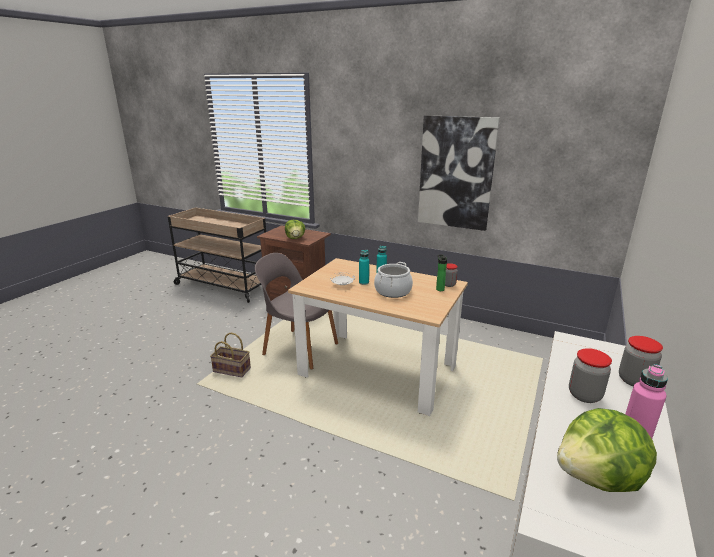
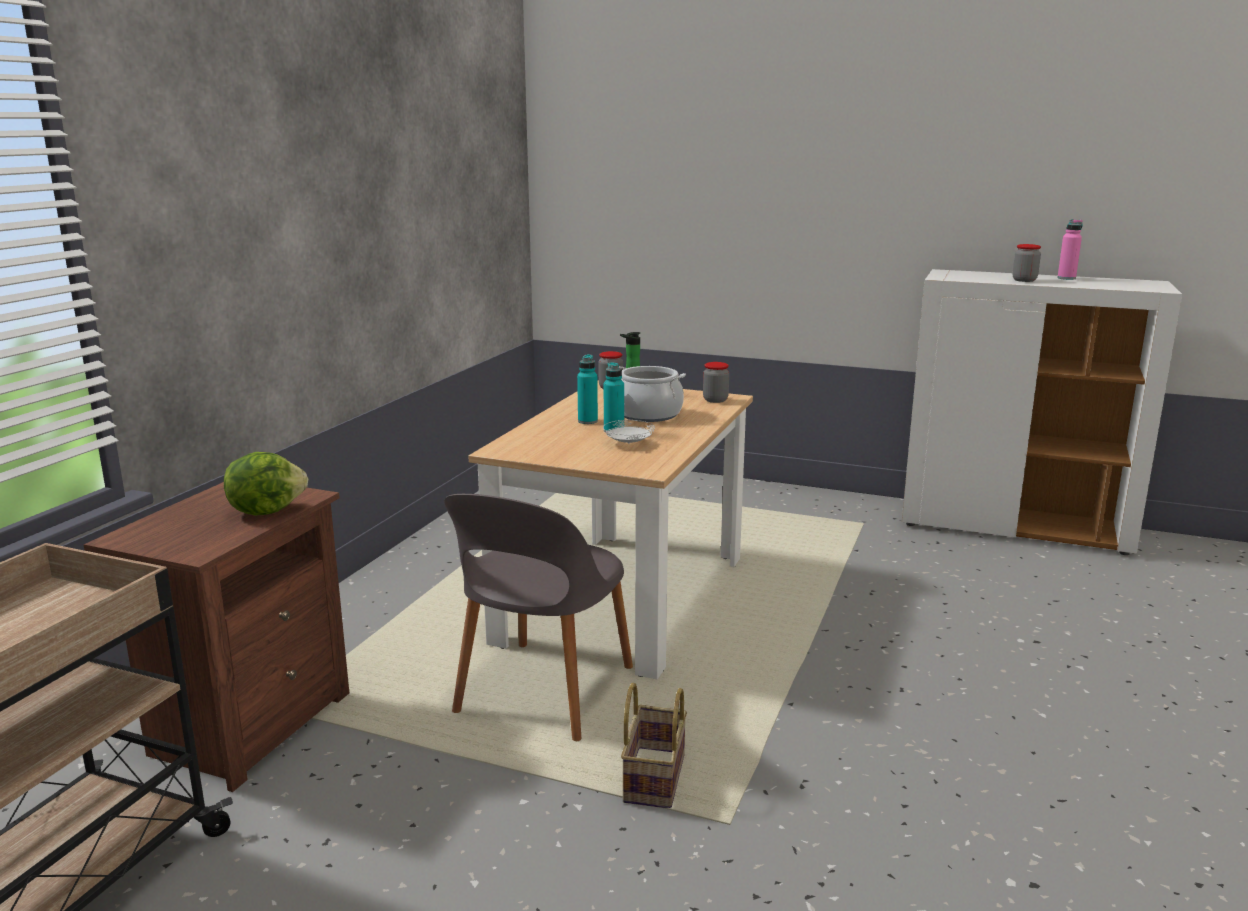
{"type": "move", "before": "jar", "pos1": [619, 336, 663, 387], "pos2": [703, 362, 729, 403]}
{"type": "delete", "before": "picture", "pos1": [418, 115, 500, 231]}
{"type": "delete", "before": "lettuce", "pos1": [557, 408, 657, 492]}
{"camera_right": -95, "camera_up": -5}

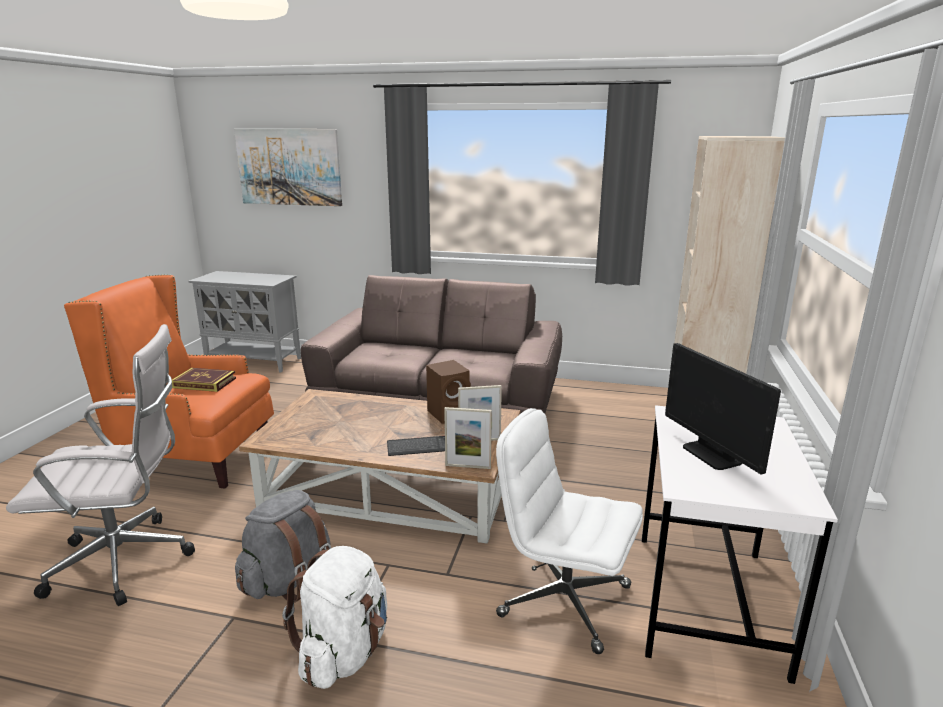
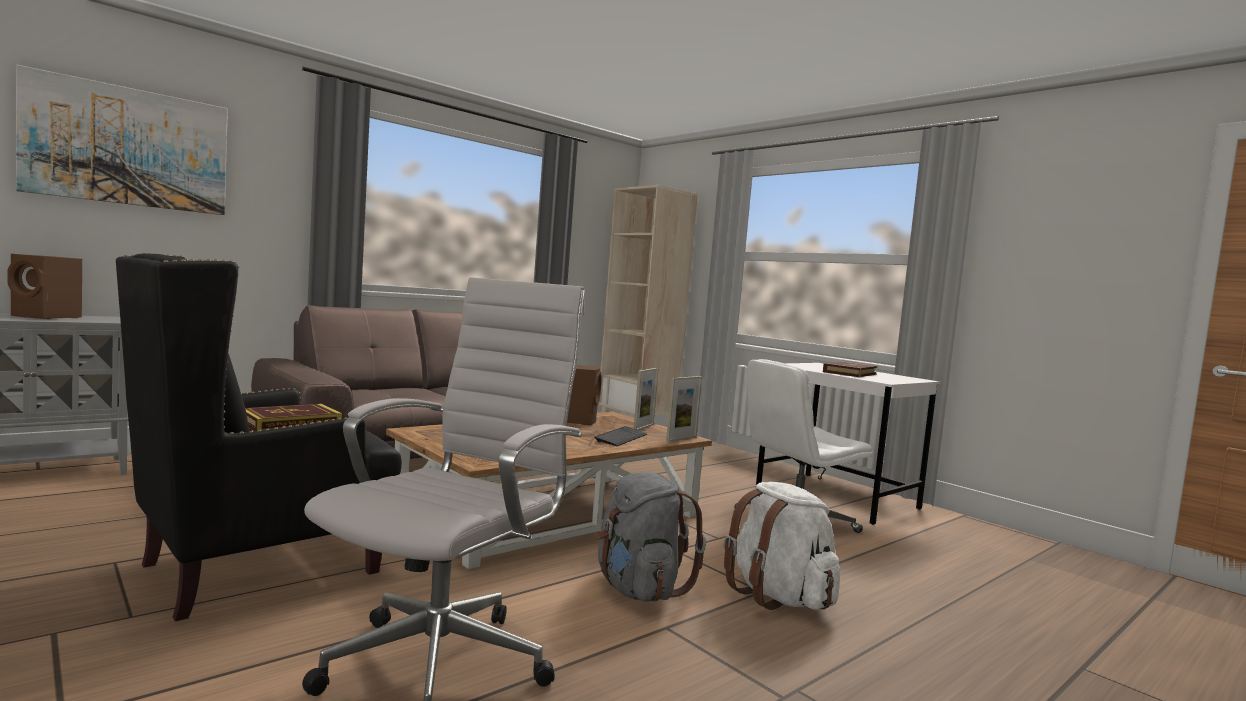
{"type": "insert", "after": "brown speaker", "pos2": [7, 254, 82, 319]}
{"type": "recolor", "before": "orange armchair", "after": "black armchair", "pos1": [64, 274, 274, 489], "pos2": [116, 253, 402, 621]}
{"type": "replace", "before": "monitor", "after": "book", "pos1": [665, 343, 781, 475], "pos2": [823, 361, 877, 377]}
{"camera_right": -55, "camera_up": -15}

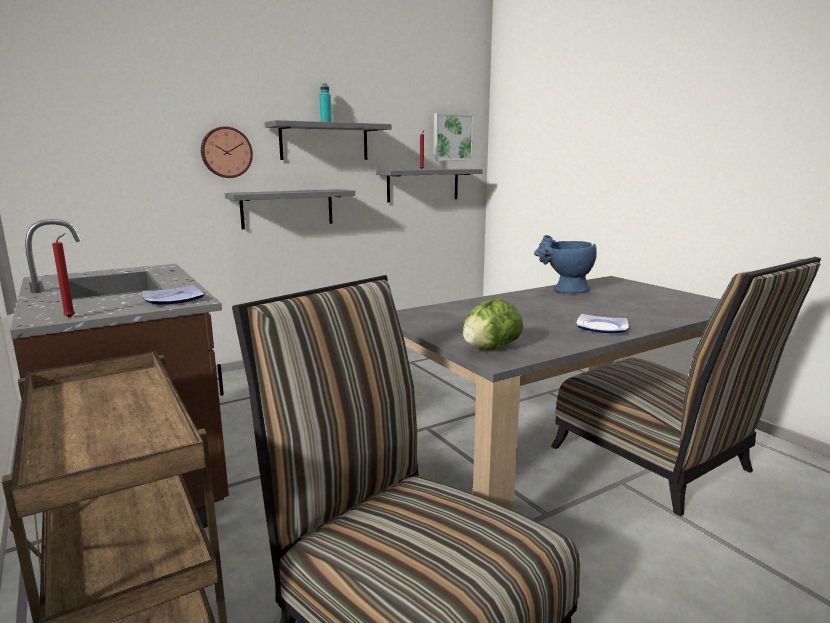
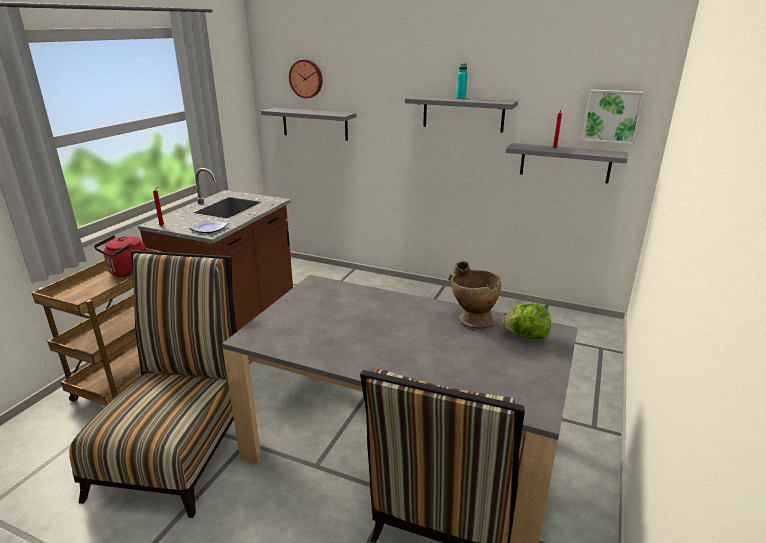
{"type": "insert", "after": "red kettle", "pos2": [94, 235, 147, 277]}
{"type": "move", "before": "grey shelf", "pos1": [225, 189, 355, 229], "pos2": [261, 108, 357, 141]}
{"type": "move", "before": "wall clock", "pos1": [201, 126, 253, 178], "pos2": [289, 59, 323, 98]}
{"type": "recolor", "before": "blue vase", "after": "beige vase", "pos1": [534, 235, 597, 293], "pos2": [448, 261, 501, 328]}
{"type": "move", "before": "lettuce", "pos1": [463, 299, 523, 350], "pos2": [502, 303, 551, 339]}
{"type": "delete", "before": "plate", "pos1": [576, 314, 629, 333]}
{"camera_right": 55, "camera_up": 10}

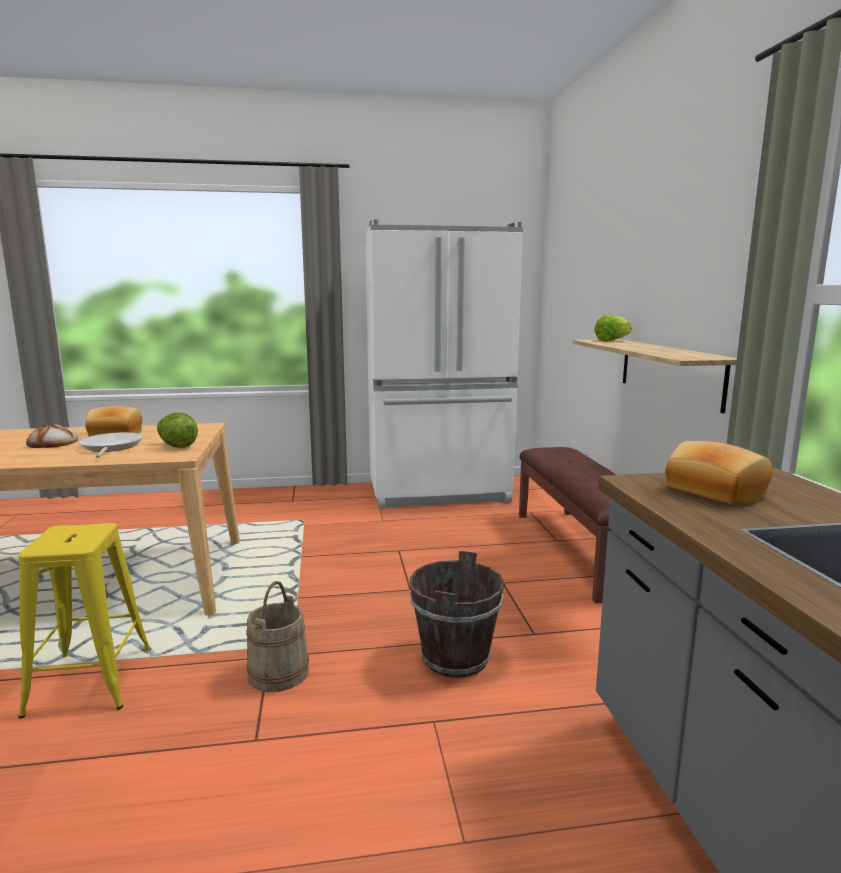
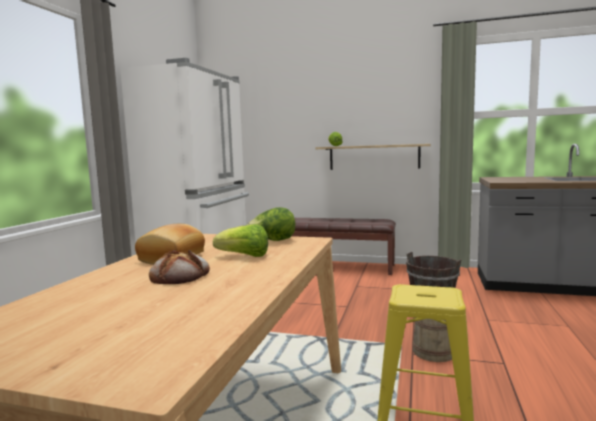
{"type": "replace", "before": "frying pan", "after": "lettuce", "pos1": [78, 432, 143, 458], "pos2": [213, 224, 268, 257]}
{"type": "delete", "before": "bread", "pos1": [665, 441, 773, 505]}
{"camera_right": -65, "camera_up": -5}

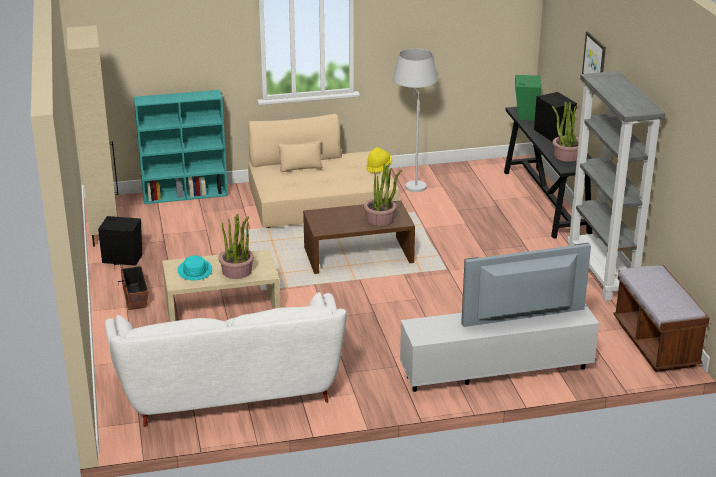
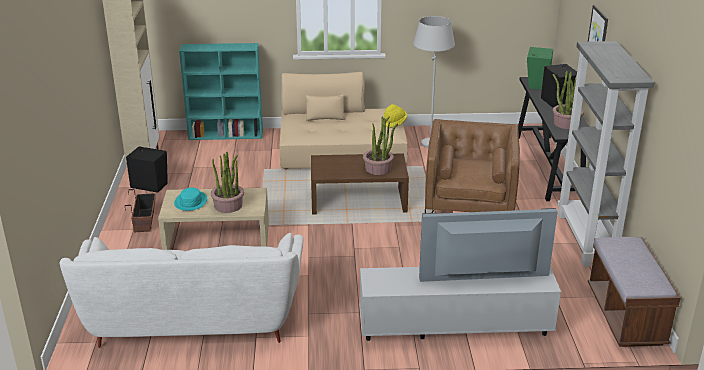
{"type": "insert", "after": "brown armchair", "pos2": [425, 119, 520, 213]}
{"camera_right": 10, "camera_up": 0}

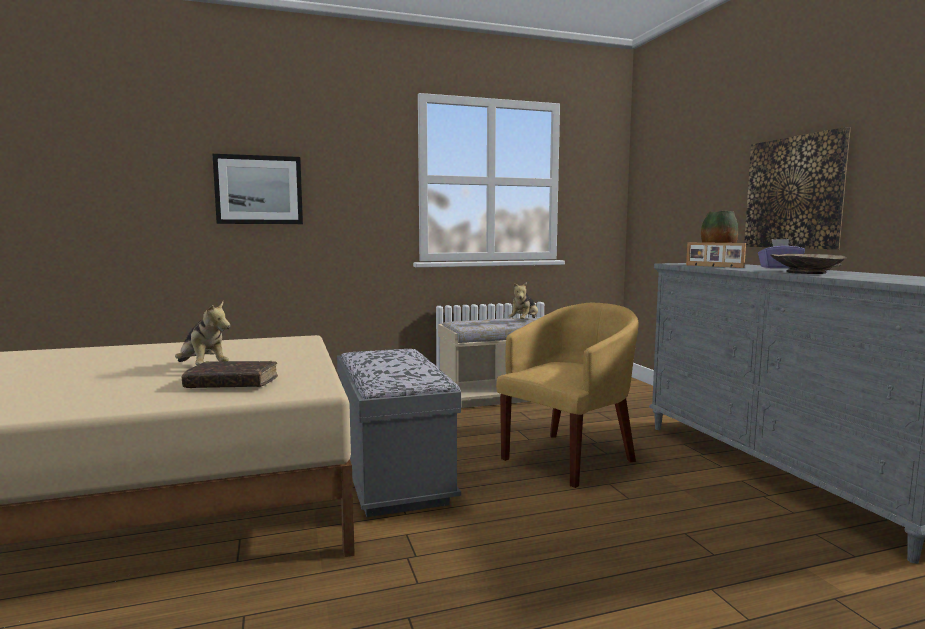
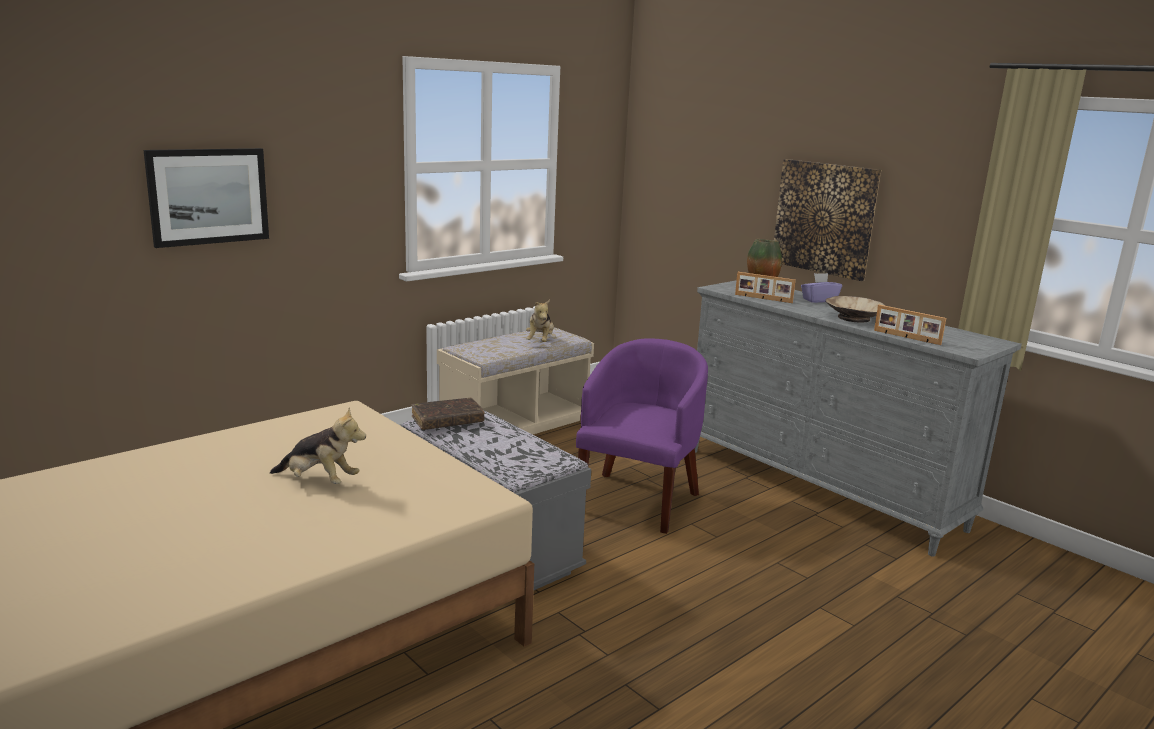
{"type": "move", "before": "brown book", "pos1": [181, 361, 278, 388], "pos2": [411, 398, 485, 430]}
{"type": "recolor", "before": "yellow armchair", "after": "purple armchair", "pos1": [496, 303, 639, 488], "pos2": [576, 338, 708, 534]}
{"type": "insert", "after": "picture frame", "pos2": [874, 305, 946, 345]}
{"camera_right": -25, "camera_up": 10}

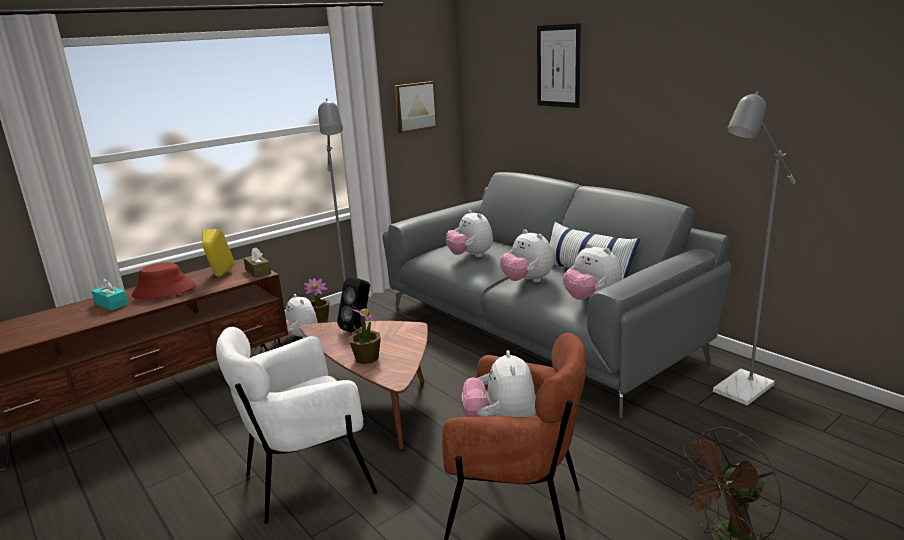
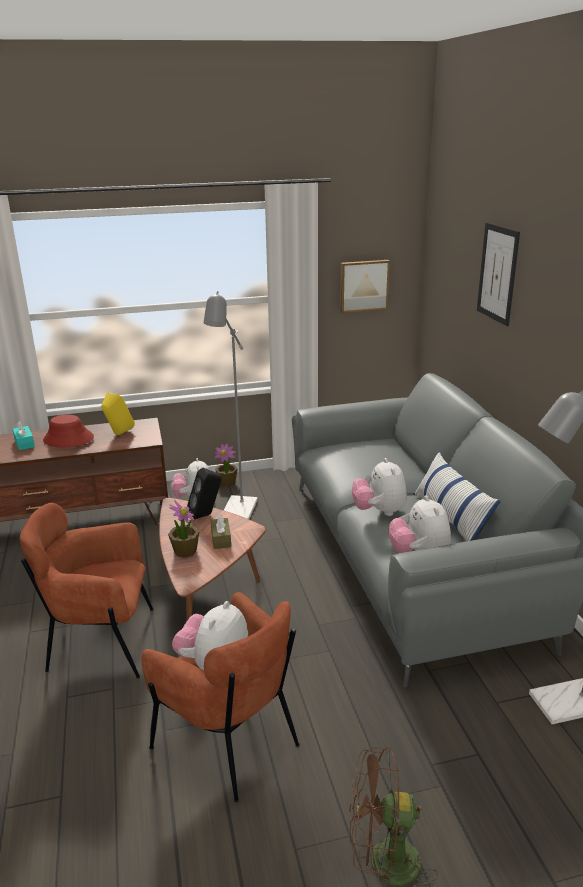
{"type": "recolor", "before": "white armchair", "after": "brown armchair", "pos1": [216, 327, 377, 524], "pos2": [20, 503, 153, 679]}
{"type": "move", "before": "brown tissue box", "pos1": [243, 247, 271, 278], "pos2": [211, 514, 231, 549]}
{"type": "delete", "before": "plush toy", "pos1": [446, 210, 493, 257]}
{"camera_right": 25, "camera_up": 5}

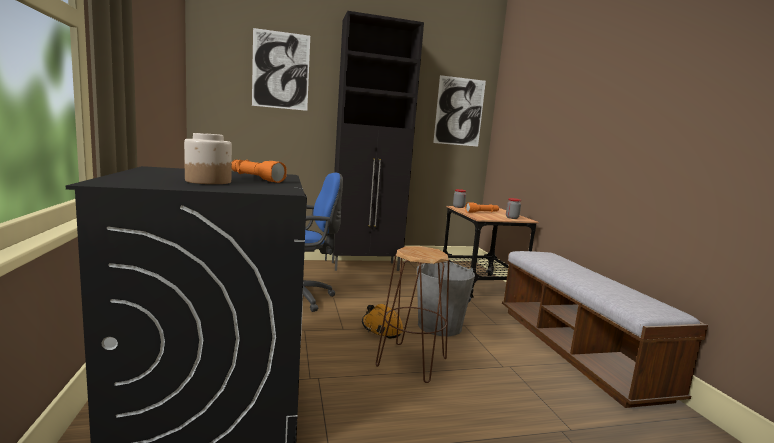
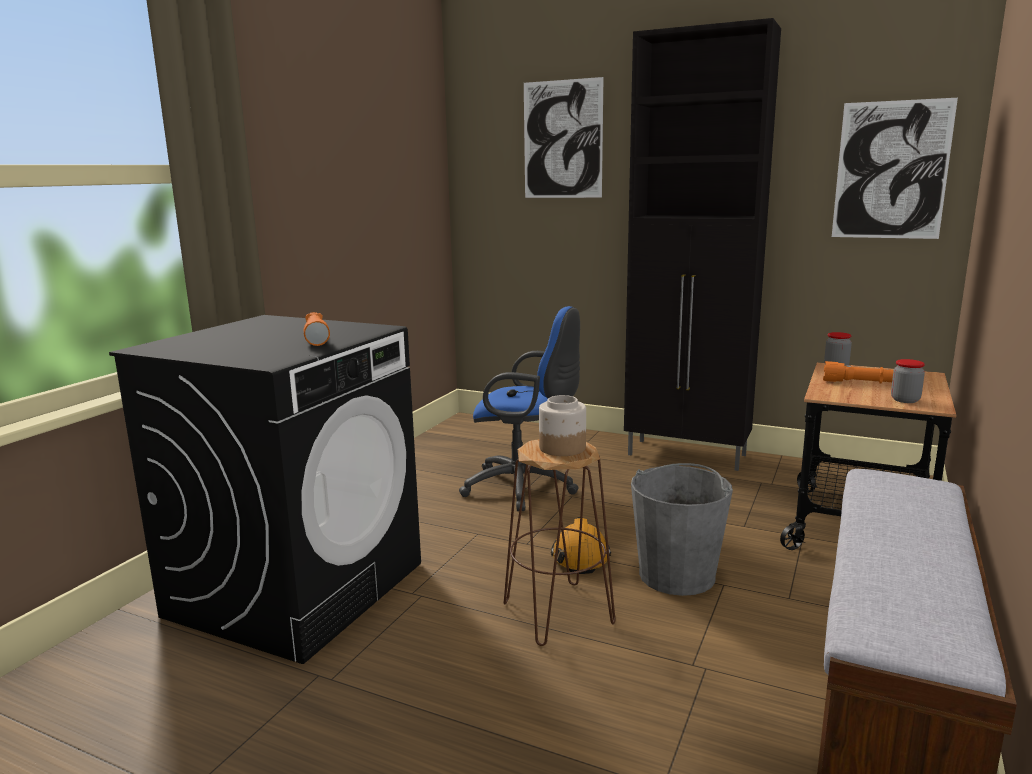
{"type": "move", "before": "jar", "pos1": [184, 133, 232, 184], "pos2": [539, 395, 586, 456]}
{"camera_right": 40, "camera_up": 5}

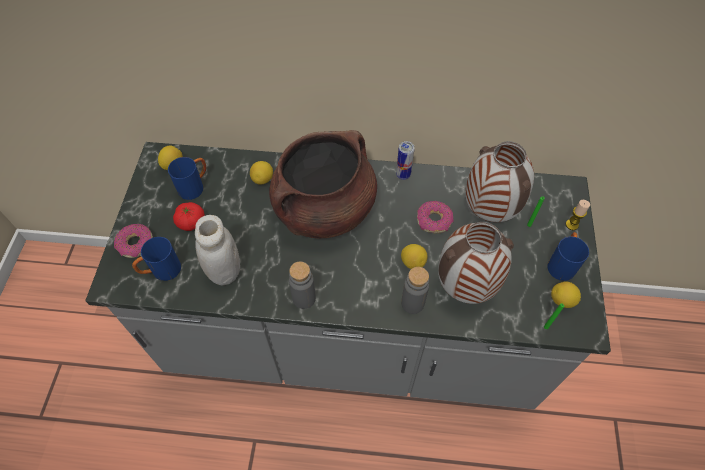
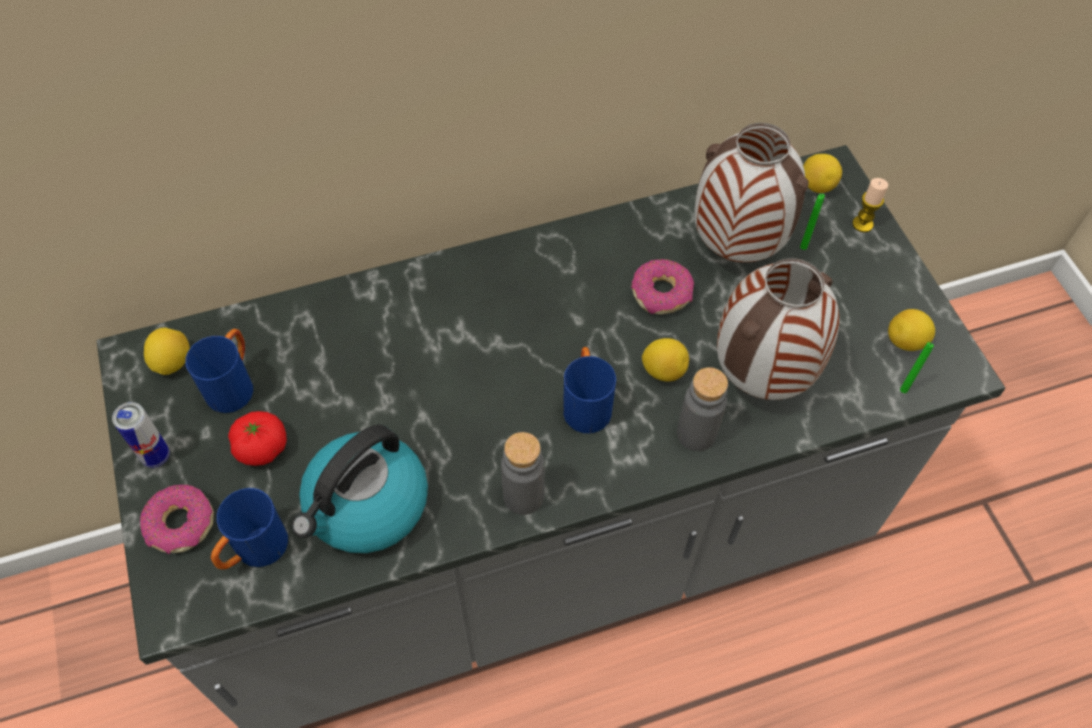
{"type": "move", "before": "can", "pos1": [396, 141, 415, 180], "pos2": [112, 402, 170, 468]}
{"type": "replace", "before": "white jar", "after": "kettle", "pos1": [195, 215, 240, 285], "pos2": [292, 425, 428, 553]}
{"type": "move", "before": "blue mug", "pos1": [548, 232, 589, 281], "pos2": [563, 347, 616, 433]}
{"type": "move", "before": "lemon", "pos1": [250, 161, 273, 185], "pos2": [803, 154, 842, 193]}
{"type": "delete", "before": "brown cooking pot", "pos1": [269, 130, 377, 238]}
{"camera_right": -25, "camera_up": 0}

